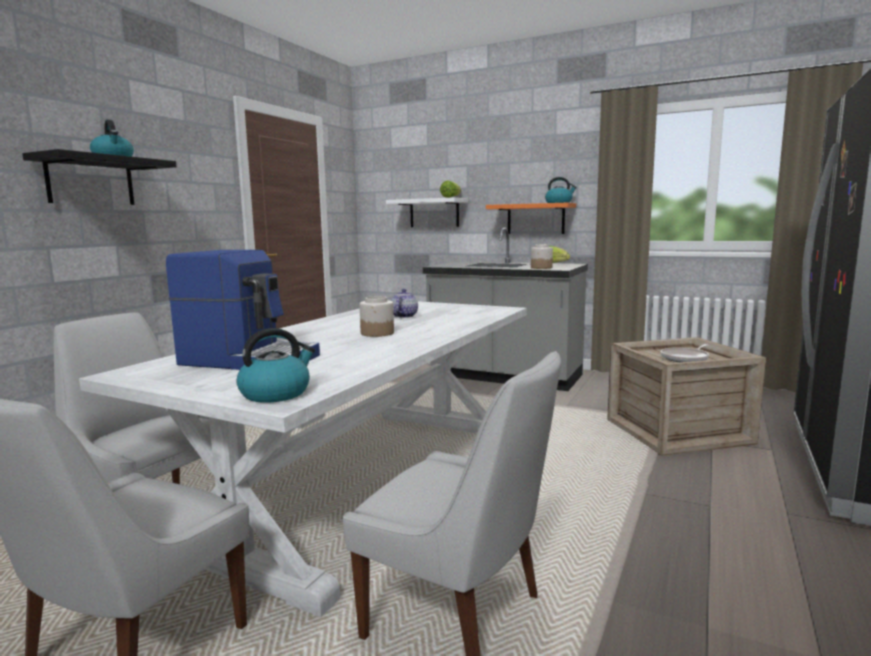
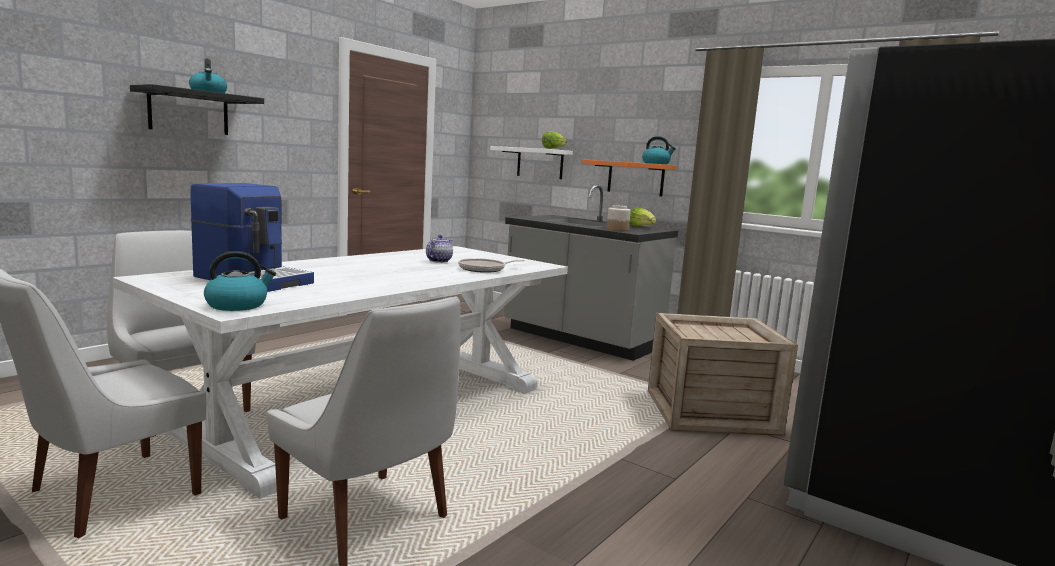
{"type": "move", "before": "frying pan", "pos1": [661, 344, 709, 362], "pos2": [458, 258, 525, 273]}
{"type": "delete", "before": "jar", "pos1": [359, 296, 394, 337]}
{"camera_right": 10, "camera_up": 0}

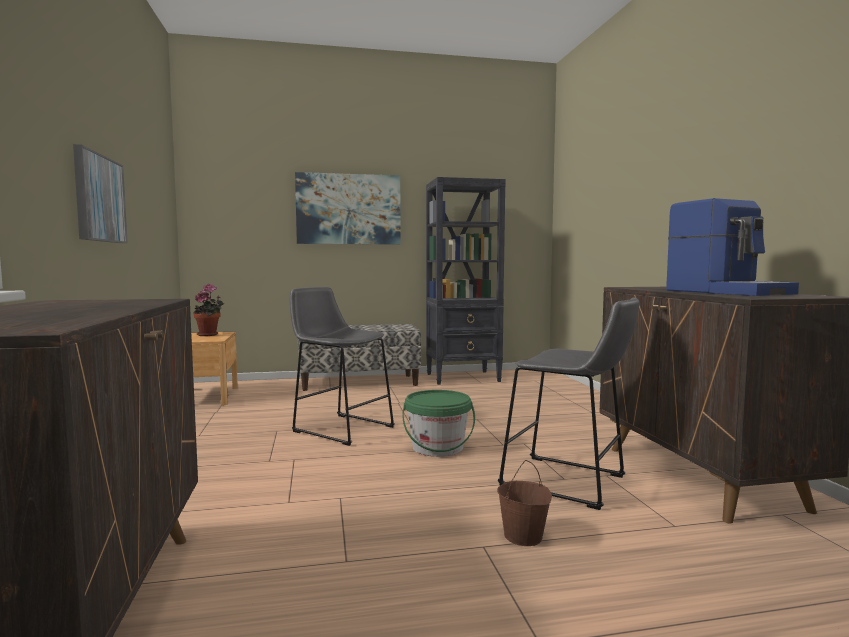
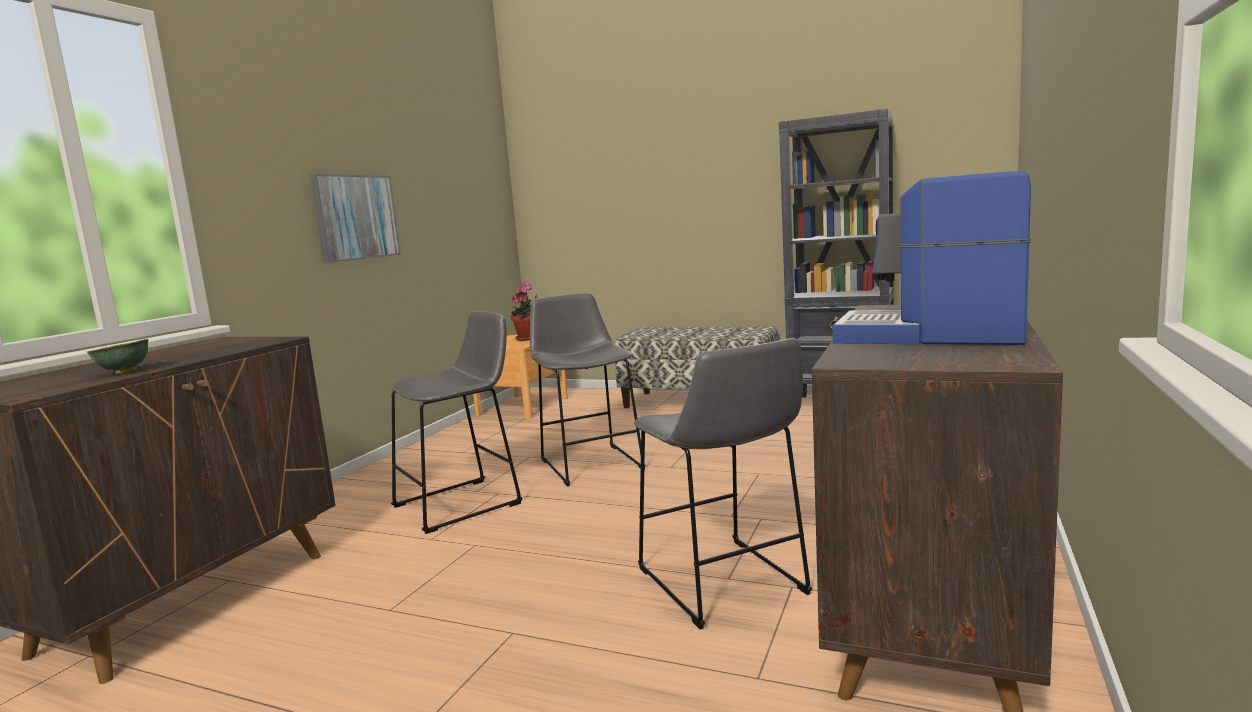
{"type": "insert", "after": "green bowl", "pos2": [87, 339, 149, 374]}
{"type": "insert", "after": "grey stool", "pos2": [391, 311, 523, 534]}
{"type": "rotate", "before": "coffee machine", "pos1": [666, 198, 799, 296], "pos2": [832, 171, 1031, 345], "turn": 105}
{"type": "delete", "before": "picture", "pos1": [295, 172, 401, 245]}
{"type": "delete", "before": "green bucket", "pos1": [402, 390, 475, 457]}
{"type": "delete", "before": "brown bucket", "pos1": [497, 460, 552, 546]}
{"camera_right": 35, "camera_up": 5}

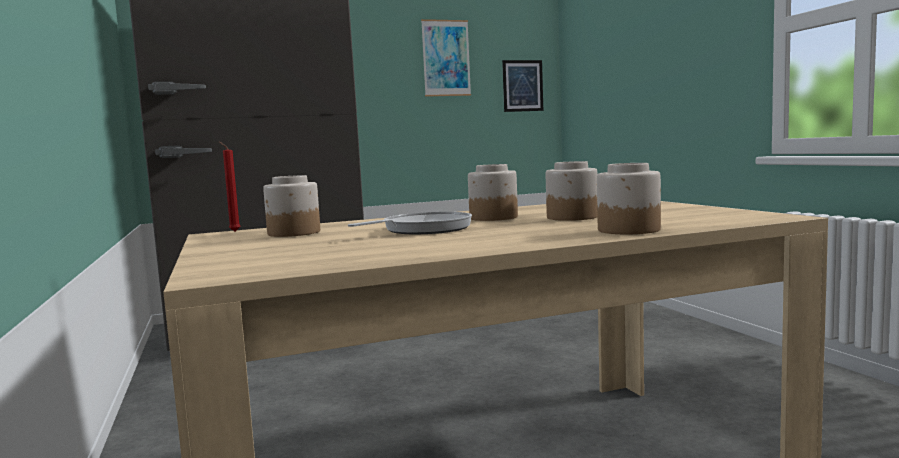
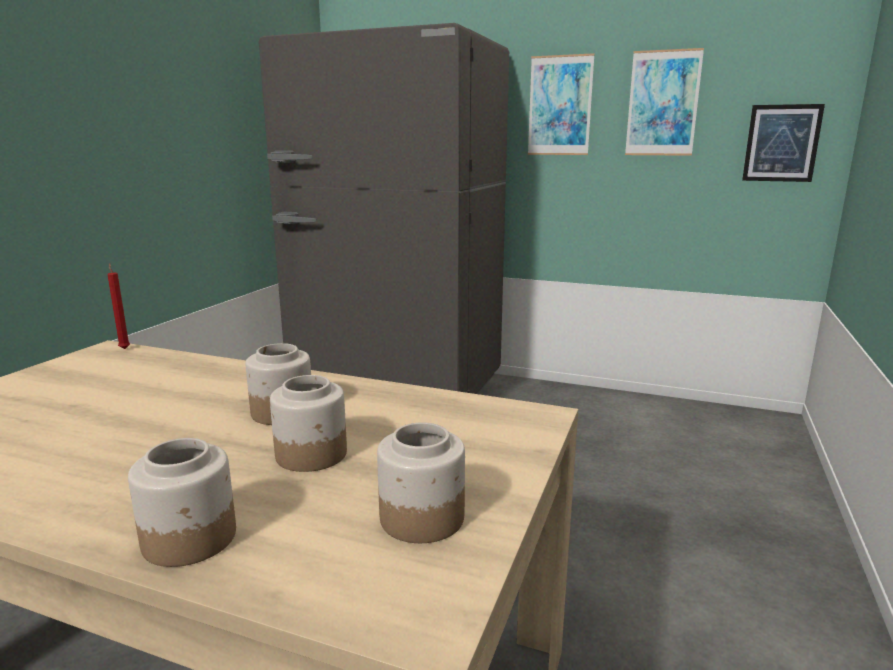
{"type": "move", "before": "jar", "pos1": [263, 175, 320, 237], "pos2": [377, 422, 465, 543]}
{"type": "insert", "after": "picture", "pos2": [528, 53, 595, 155]}
{"type": "delete", "before": "frying pan", "pos1": [348, 212, 472, 234]}
{"camera_right": 40, "camera_up": 10}

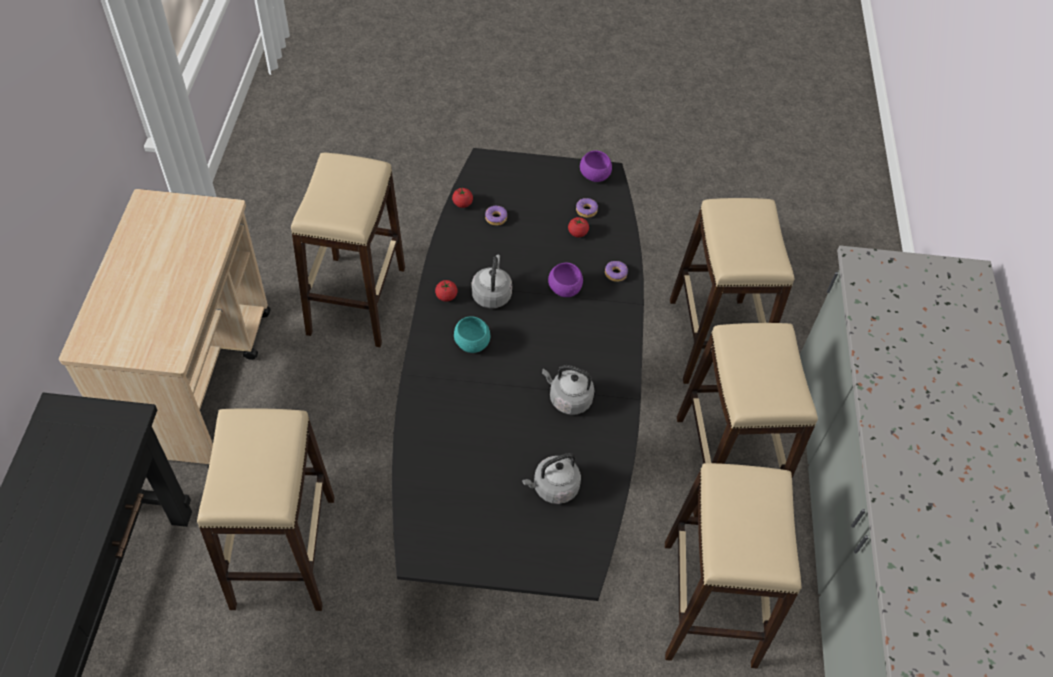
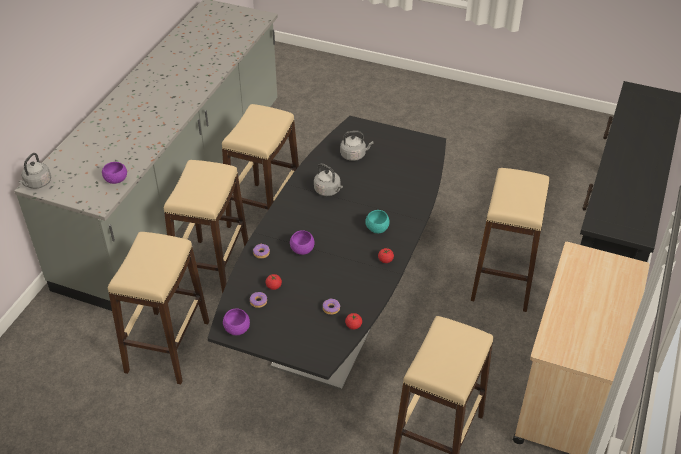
{"type": "move", "before": "grey kettle", "pos1": [471, 255, 512, 308], "pos2": [19, 153, 51, 189]}
{"type": "insert", "after": "purple bowl", "pos2": [102, 162, 127, 184]}
{"camera_right": -160, "camera_up": -10}

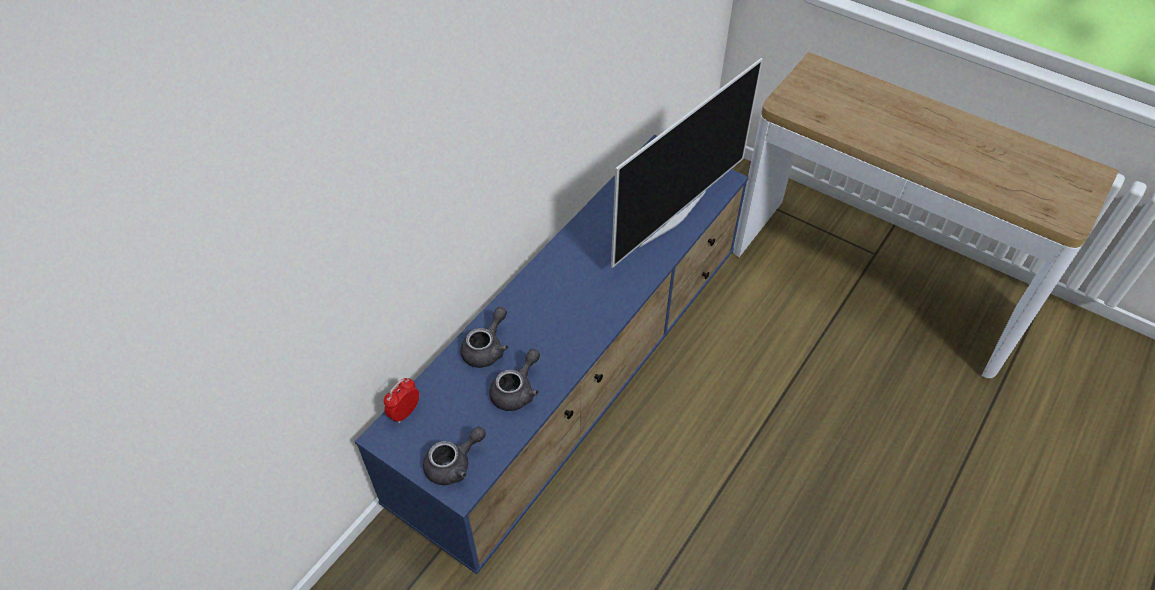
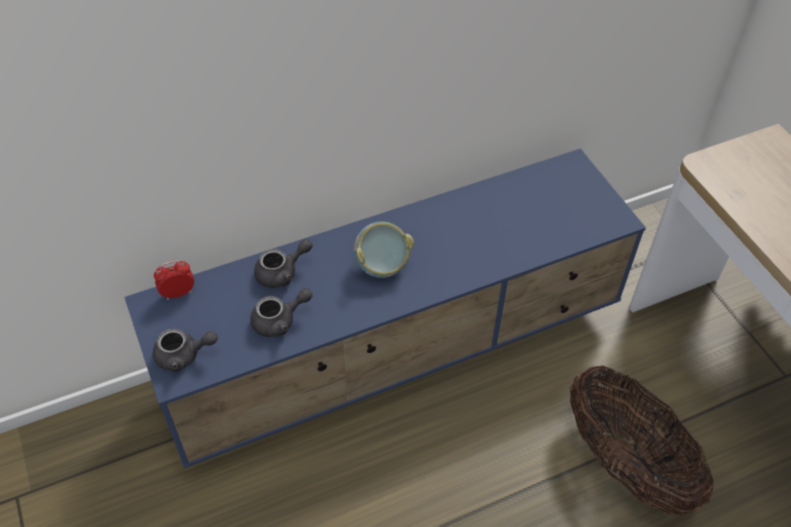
{"type": "insert", "after": "bowl", "pos2": [354, 221, 414, 278]}
{"type": "insert", "after": "basket", "pos2": [570, 365, 713, 516]}
{"type": "delete", "before": "television", "pos1": [611, 58, 763, 268]}
{"camera_right": 30, "camera_up": 0}

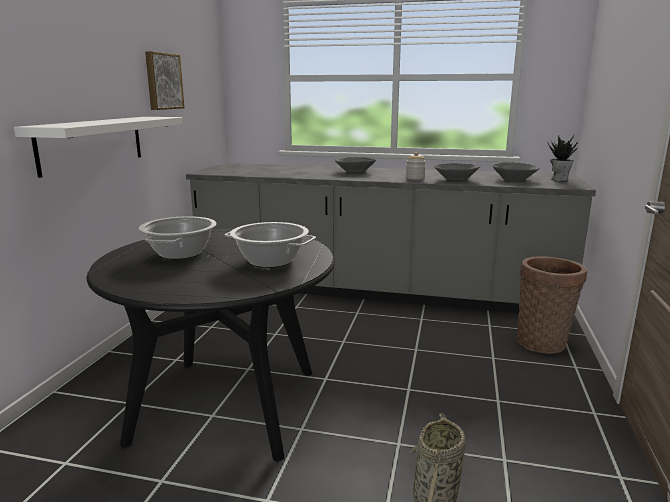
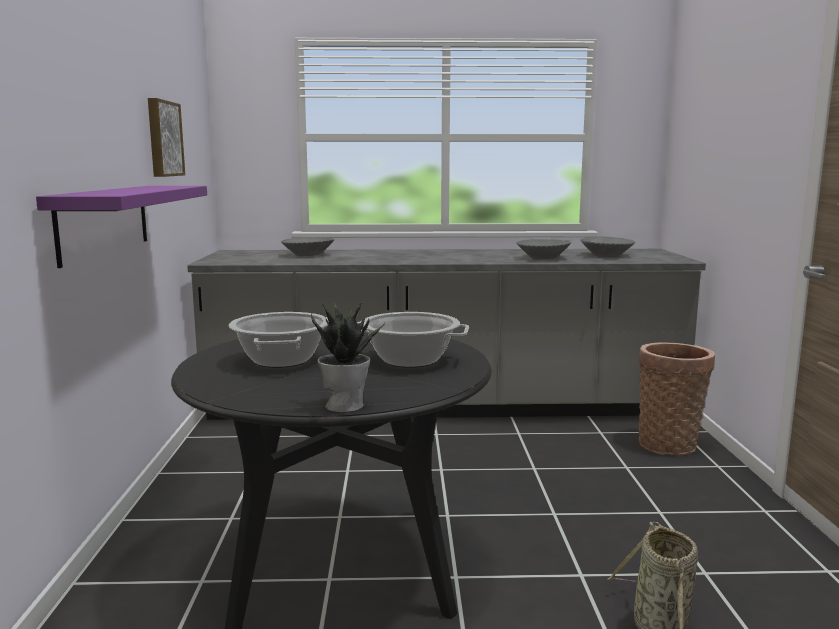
{"type": "recolor", "before": "white shelf", "after": "purple shelf", "pos1": [14, 117, 183, 178], "pos2": [36, 186, 207, 268]}
{"type": "move", "before": "grey bowl", "pos1": [335, 157, 376, 173], "pos2": [281, 237, 334, 256]}
{"type": "move", "before": "potted plant", "pos1": [547, 135, 580, 181], "pos2": [311, 299, 385, 412]}
{"type": "delete", "before": "jar", "pos1": [406, 152, 426, 180]}
{"camera_right": -15, "camera_up": -5}

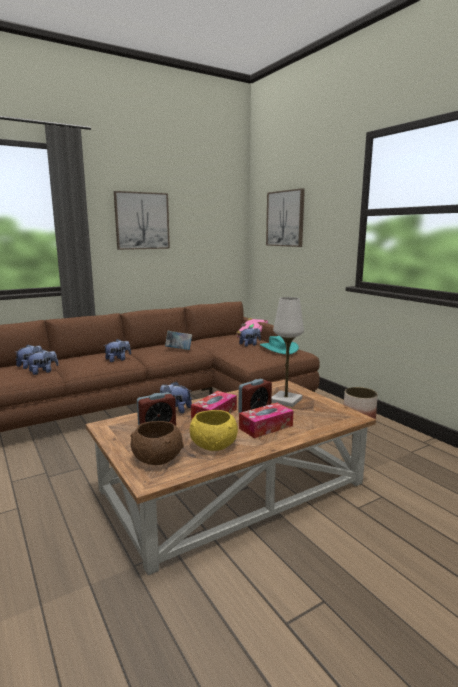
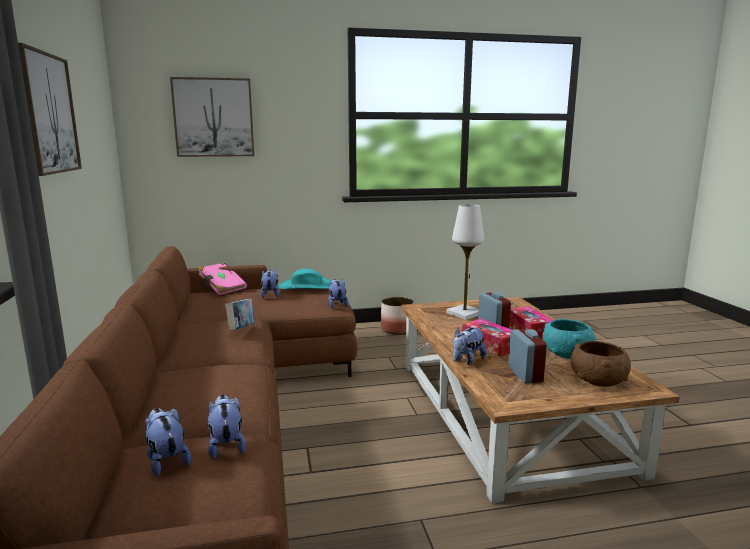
{"type": "move", "before": "plush toy", "pos1": [103, 339, 131, 362], "pos2": [328, 279, 349, 308]}
{"type": "recolor", "before": "yellow bowl", "after": "turquoise bowl", "pos1": [190, 410, 238, 451], "pos2": [542, 319, 595, 359]}
{"camera_right": -70, "camera_up": 0}

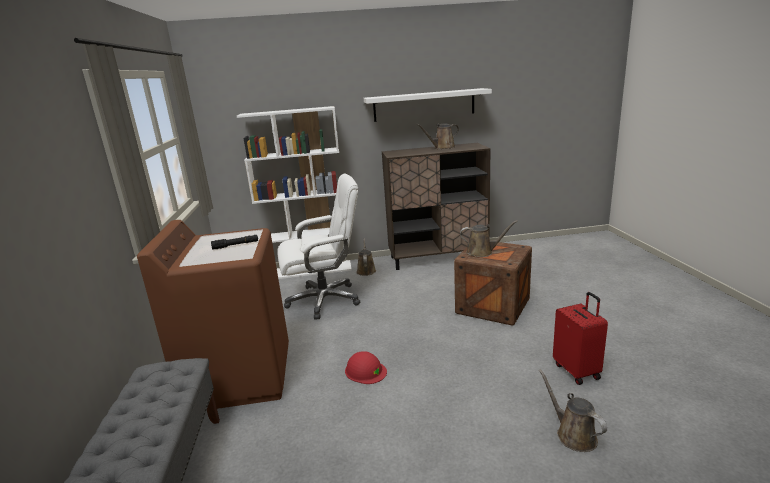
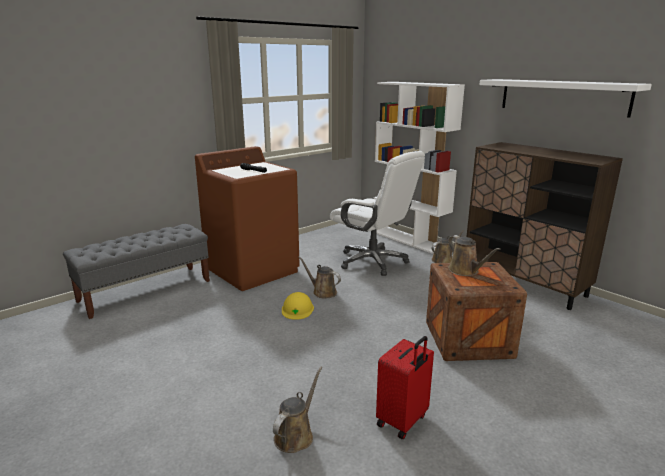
{"type": "recolor", "before": "red hard hat", "after": "yellow hard hat", "pos1": [345, 351, 387, 384], "pos2": [282, 292, 314, 320]}
{"type": "move", "before": "brown watering can", "pos1": [416, 124, 459, 149], "pos2": [299, 256, 341, 298]}
{"camera_right": 55, "camera_up": 0}

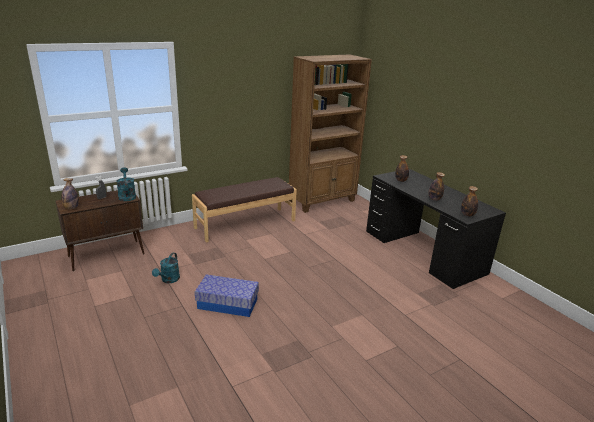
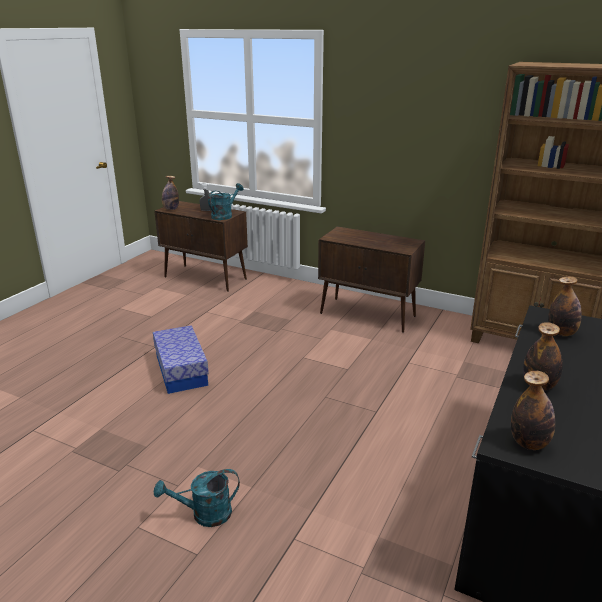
{"type": "move", "before": "turquoise watering can", "pos1": [152, 252, 180, 283], "pos2": [154, 469, 240, 527]}
{"type": "replace", "before": "brown bench", "after": "brown cabinet", "pos1": [192, 177, 297, 243], "pos2": [318, 227, 425, 333]}
{"camera_right": 60, "camera_up": 0}

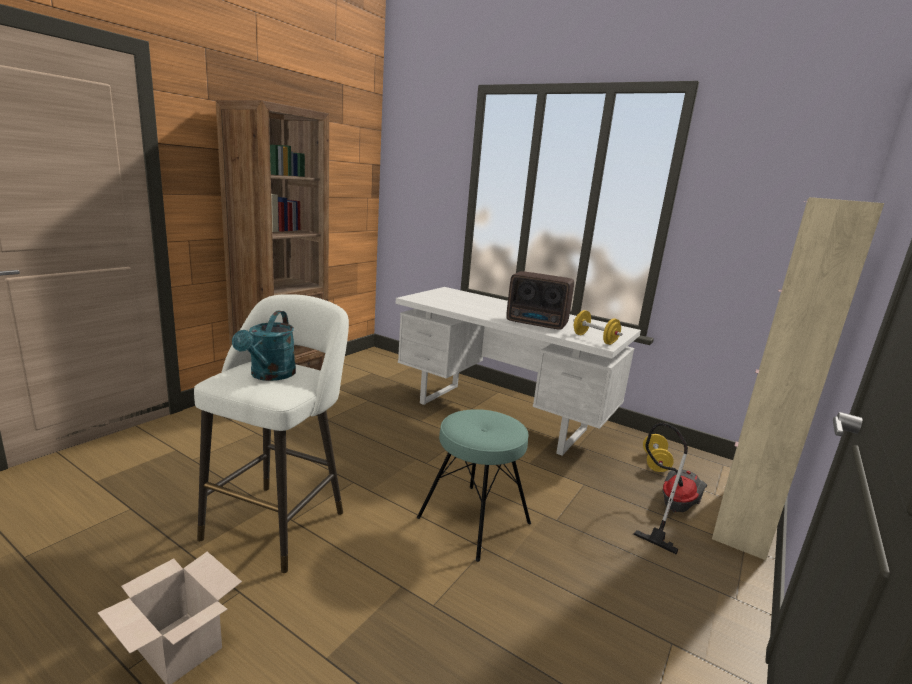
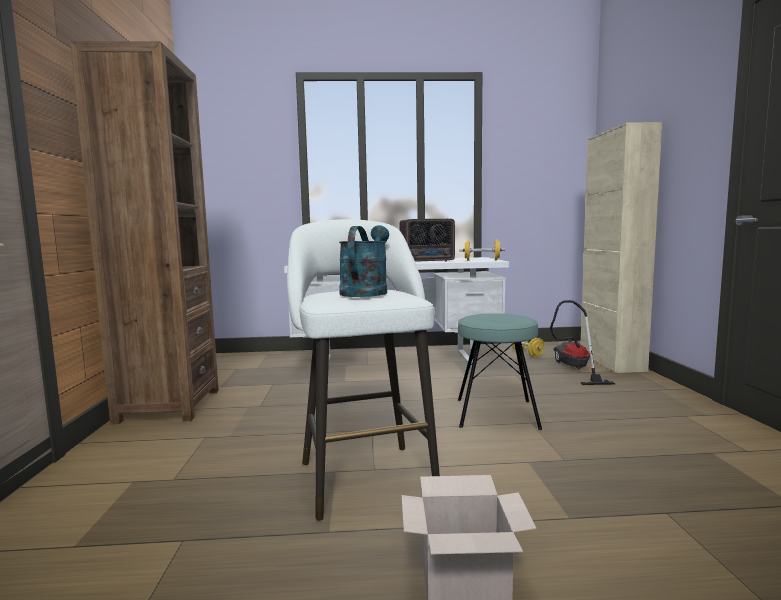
{"type": "rotate", "before": "turquoise watering can", "pos1": [232, 311, 296, 381], "pos2": [339, 225, 389, 297], "turn": -135}
{"camera_right": -35, "camera_up": -10}

